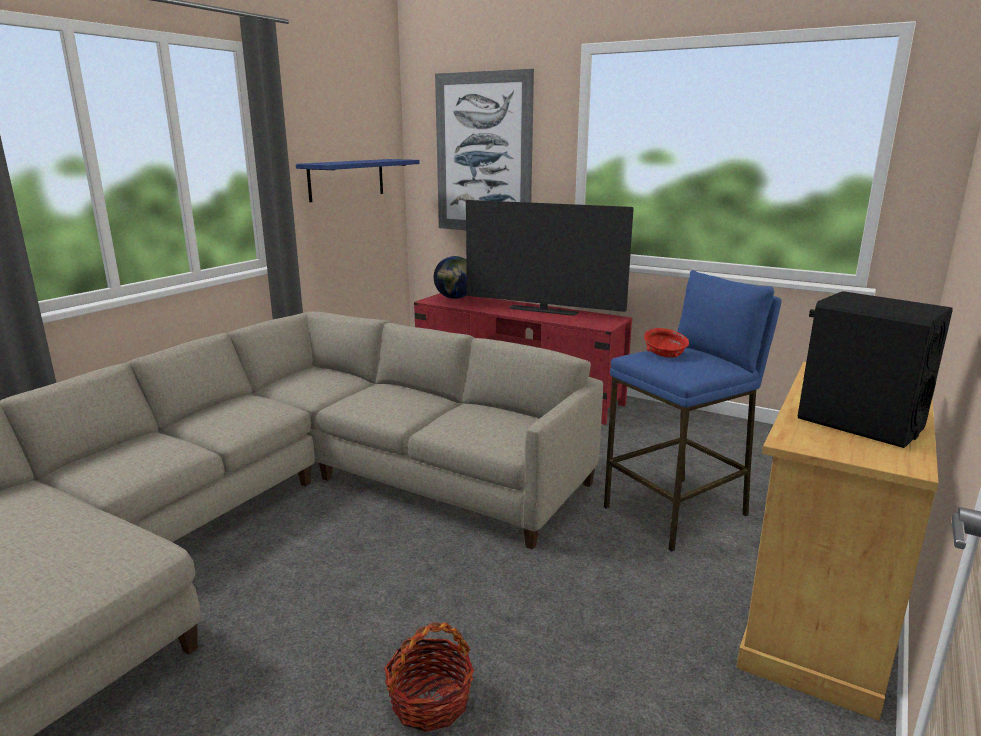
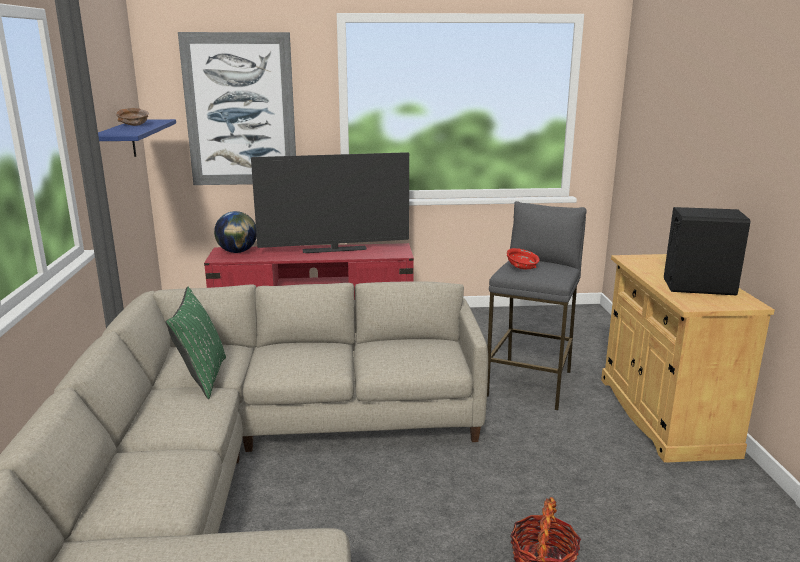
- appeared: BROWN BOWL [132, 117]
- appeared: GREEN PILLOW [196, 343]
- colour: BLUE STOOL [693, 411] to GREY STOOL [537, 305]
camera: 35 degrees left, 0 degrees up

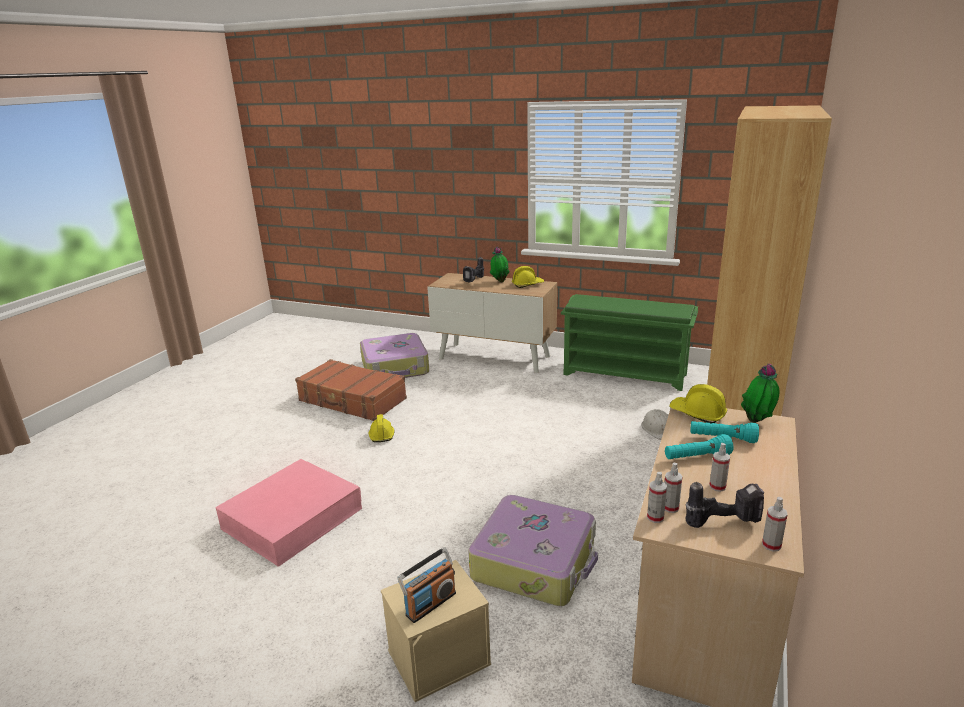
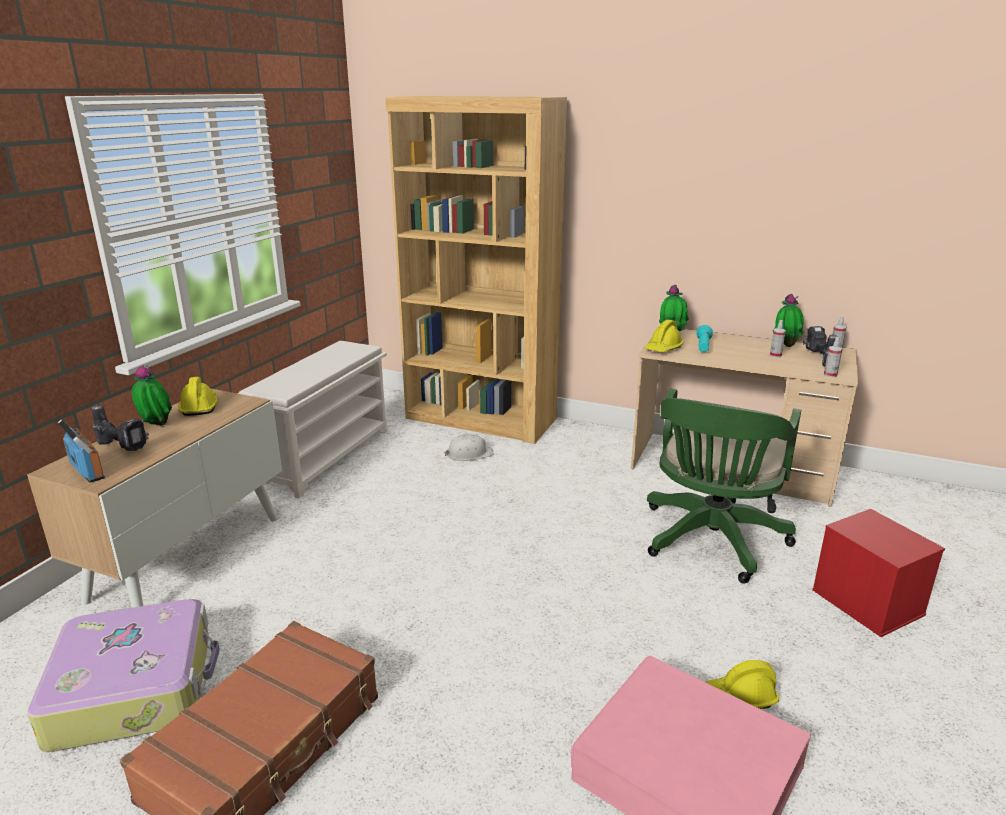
- relocated: RADIO [426, 585] to [81, 451]
- colour: GREEN SHOE RACK [629, 342] to WHITE SHOE RACK [312, 420]
- exchanged: SUITCASE [533, 550] to GREEN OFFICE CHAIR [724, 486]
- relocated: YELLOW HARD HAT [382, 428] to [742, 684]
- appeared: POTTED PLANT [788, 320]
- colour: BEIGE STORAGE BOX [436, 631] to RED STORAGE BOX [878, 573]
- missing: TURQUOISE FLASHLIGHT [699, 446]
- missing: SPRAY BOTTLE [674, 488]
camera: 90 degrees left, 0 degrees up

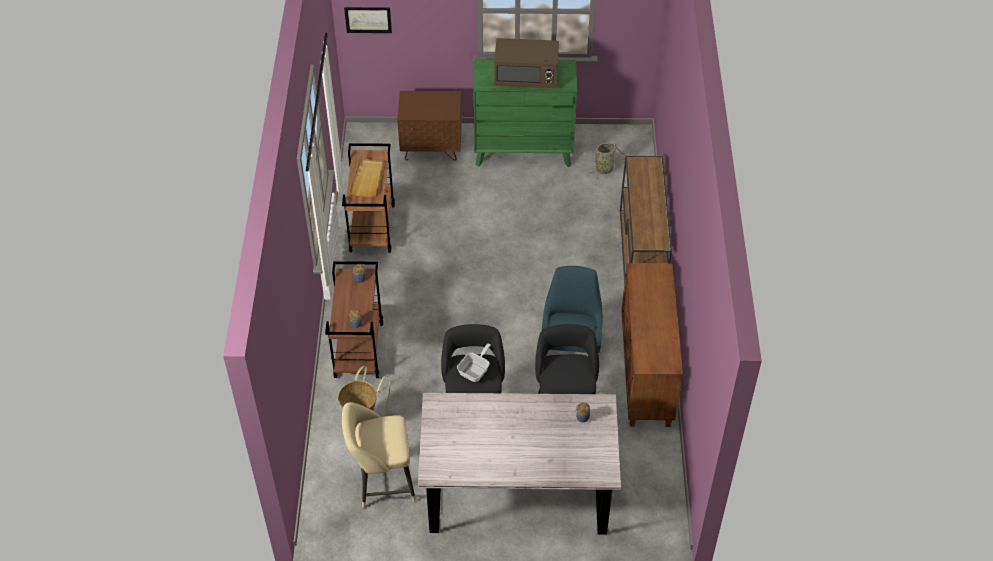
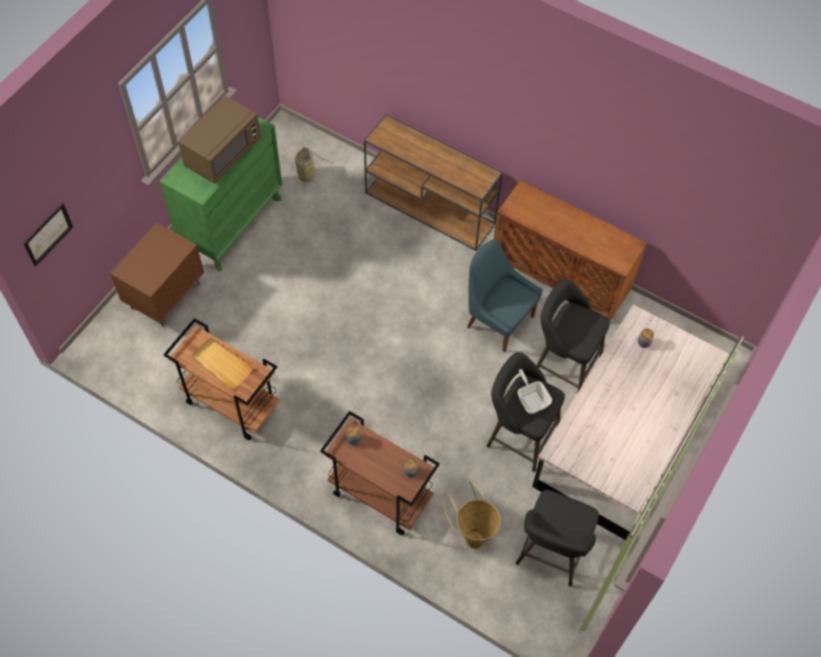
- colour: BEIGE STOOL [379, 455] to BLACK STOOL [557, 538]
camera: 60 degrees left, 10 degrees up

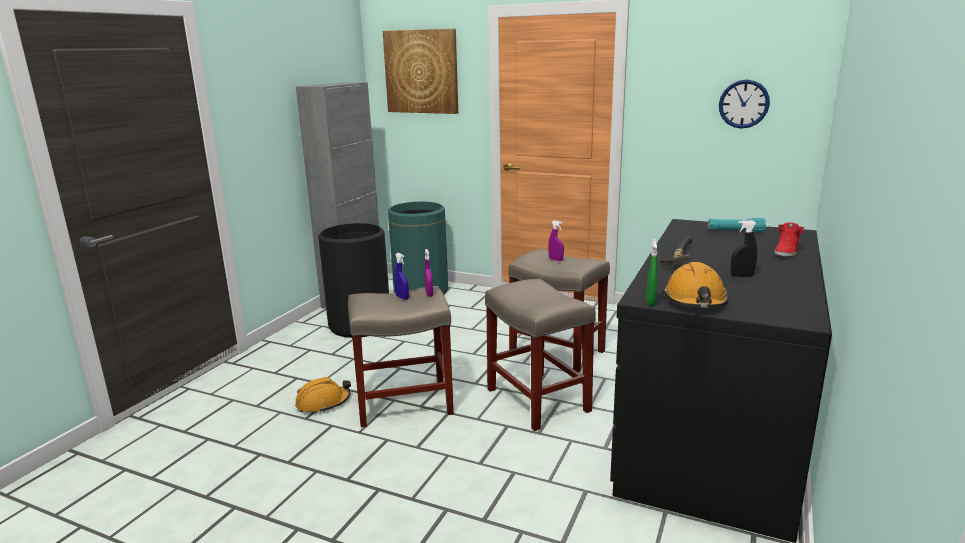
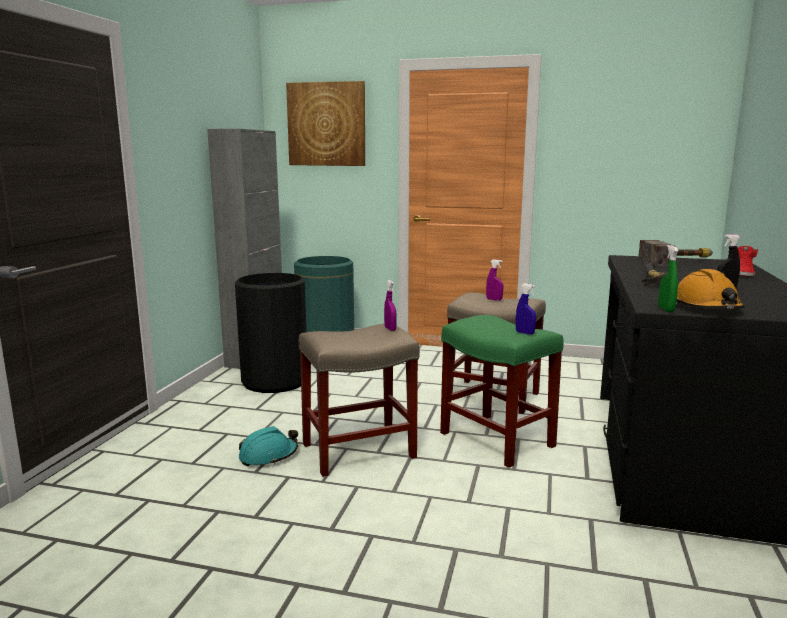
- colour: ORANGE HARD HAT [323, 394] to TURQUOISE HARD HAT [268, 446]
- colour: BEIGE STOOL [540, 355] to GREEN STOOL [502, 391]
- relocated: BLUE SPRAY BOTTLE [402, 276] to [525, 309]
- exchanged: TURQUOISE FLASHLIGHT [737, 225] to HAMMER [675, 253]
- missing: WALL CLOCK [744, 104]
camera: 10 degrees left, 5 degrees down

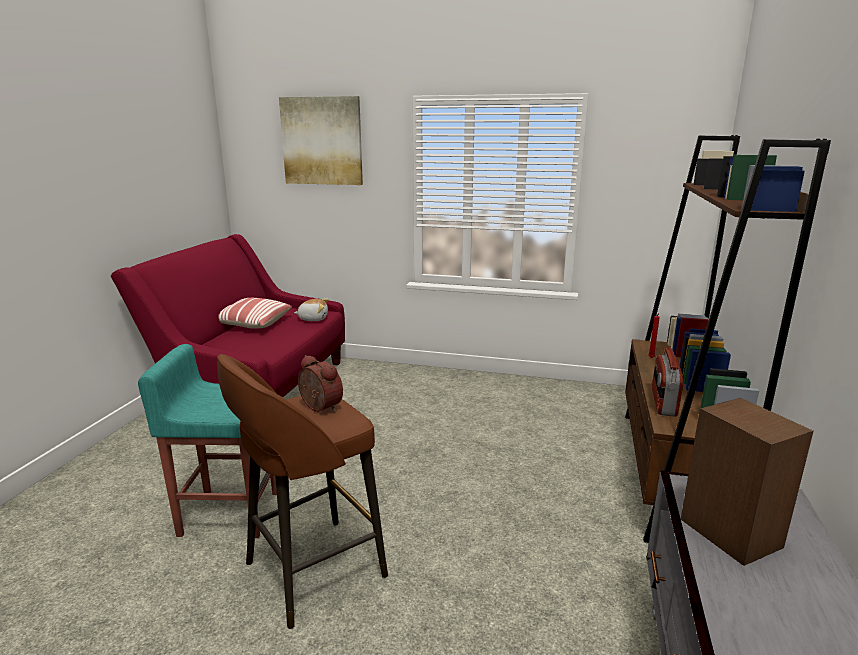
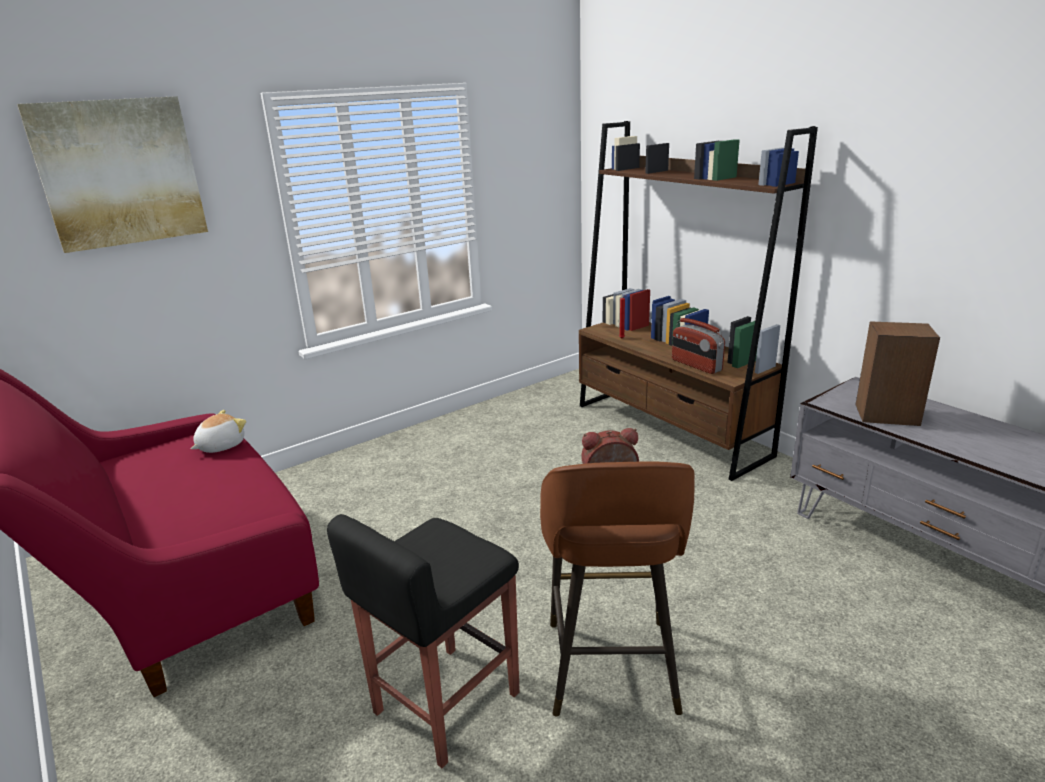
- colour: TURQUOISE STOOL [207, 441] to BLACK STOOL [423, 641]
- missing: PILLOW [255, 313]
camera: 50 degrees left, 5 degrees up

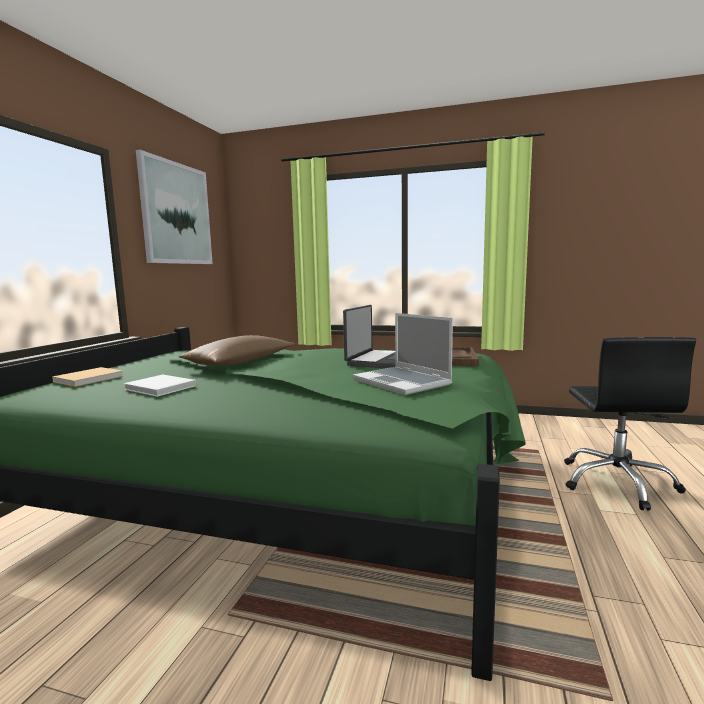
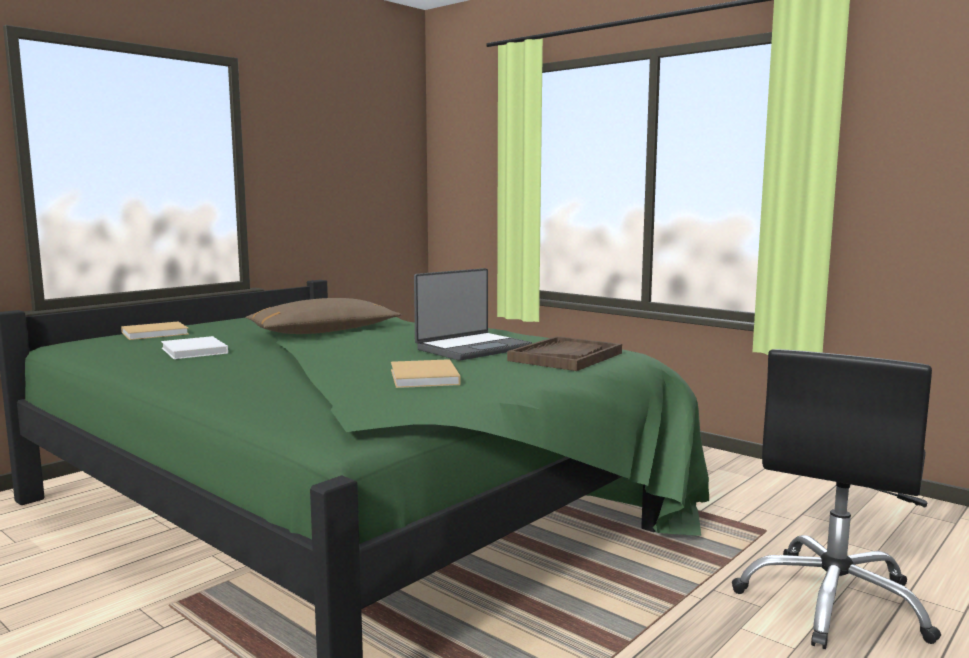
- exchanged: LAPTOP [403, 354] to BEIGE BOOK [425, 373]
- missing: PICTURE [174, 207]
camera: 25 degrees right, 0 degrees up

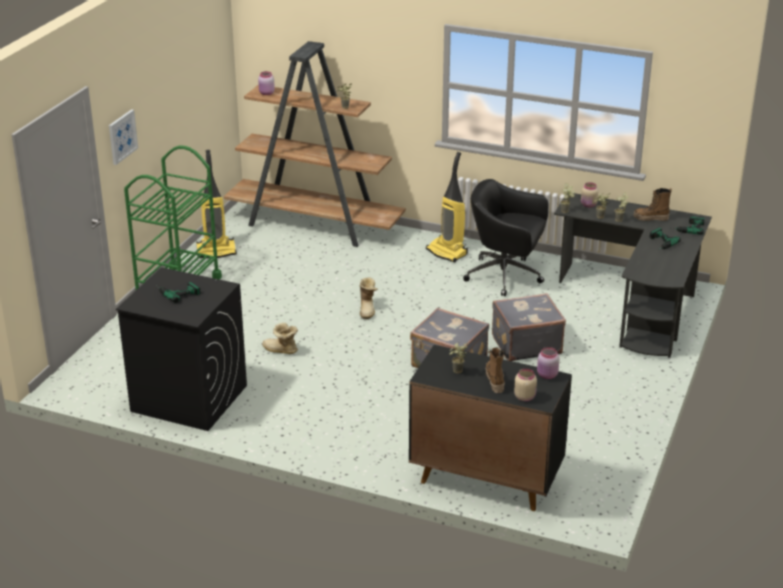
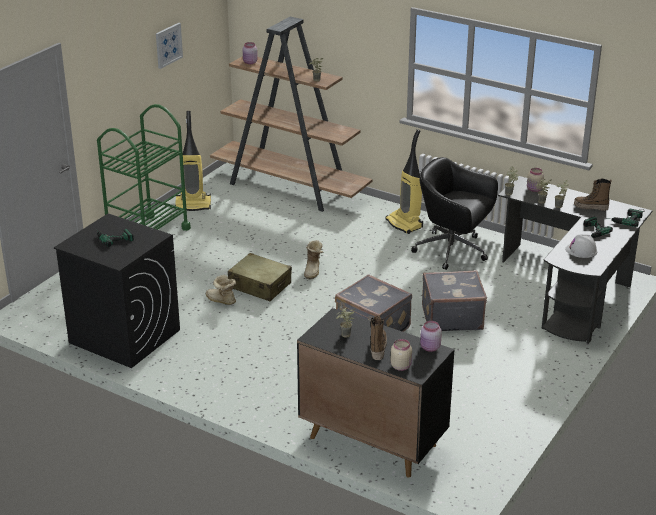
- relocated: PICTURE [123, 137] to [169, 46]
- appeared: BEIGE SUITCASE [260, 277]
- appeared: WHITE HARD HAT [581, 246]
camera: 10 degrees right, 0 degrees up

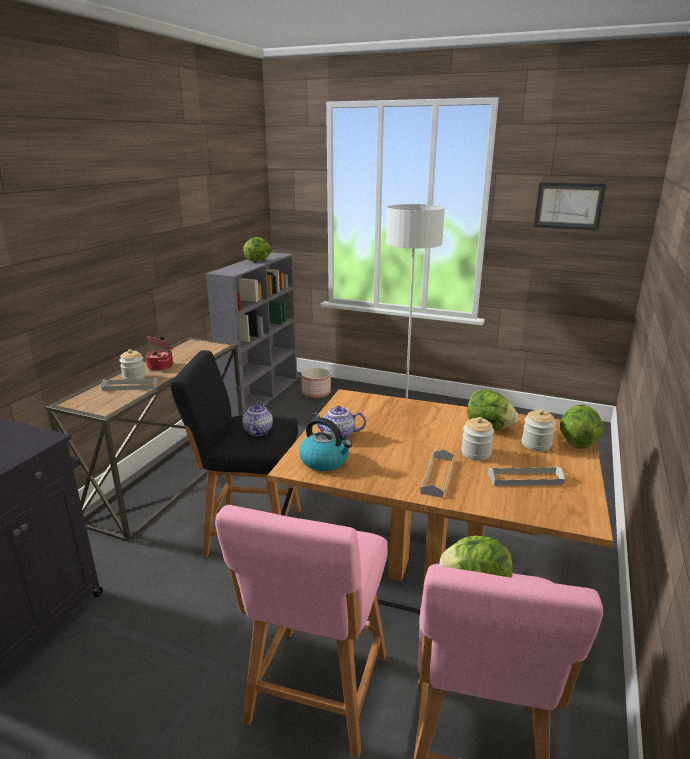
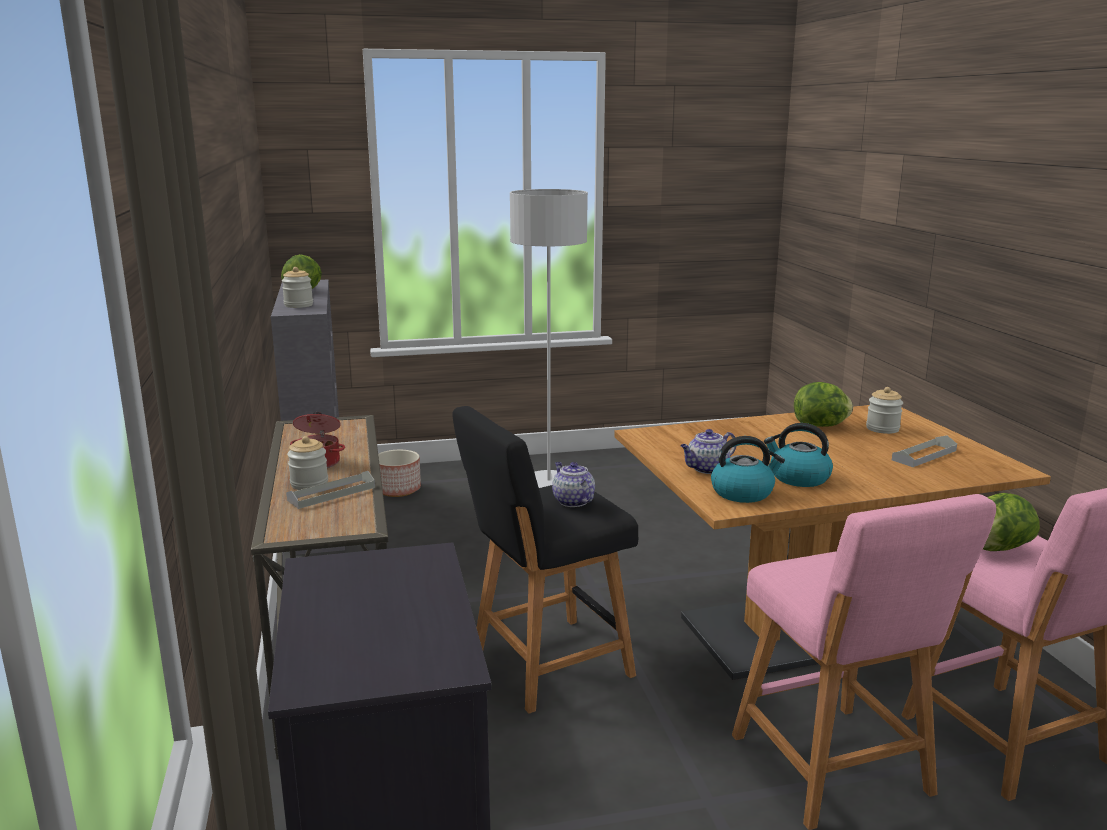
- relocated: JAR [477, 438] to [297, 287]
- appeared: KETTLE [798, 455]
- missing: GREY TRAY [437, 473]
- missing: PICTURE [570, 206]
- missing: LETTUCE [582, 427]
camera: 35 degrees left, 5 degrees down

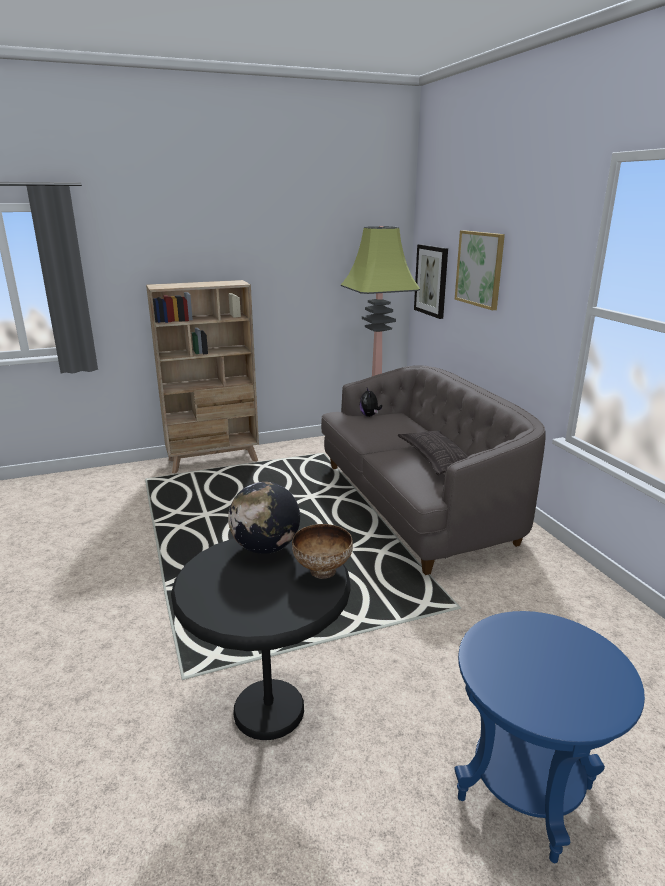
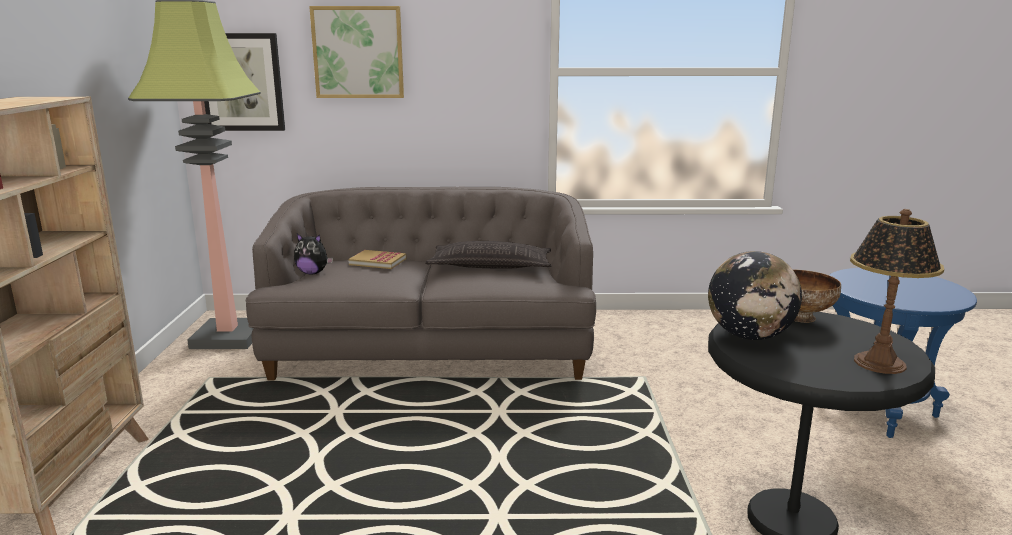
- appeared: BOOK [377, 259]
- appeared: TABLE LAMP [897, 291]
camera: 70 degrees left, 5 degrees down

